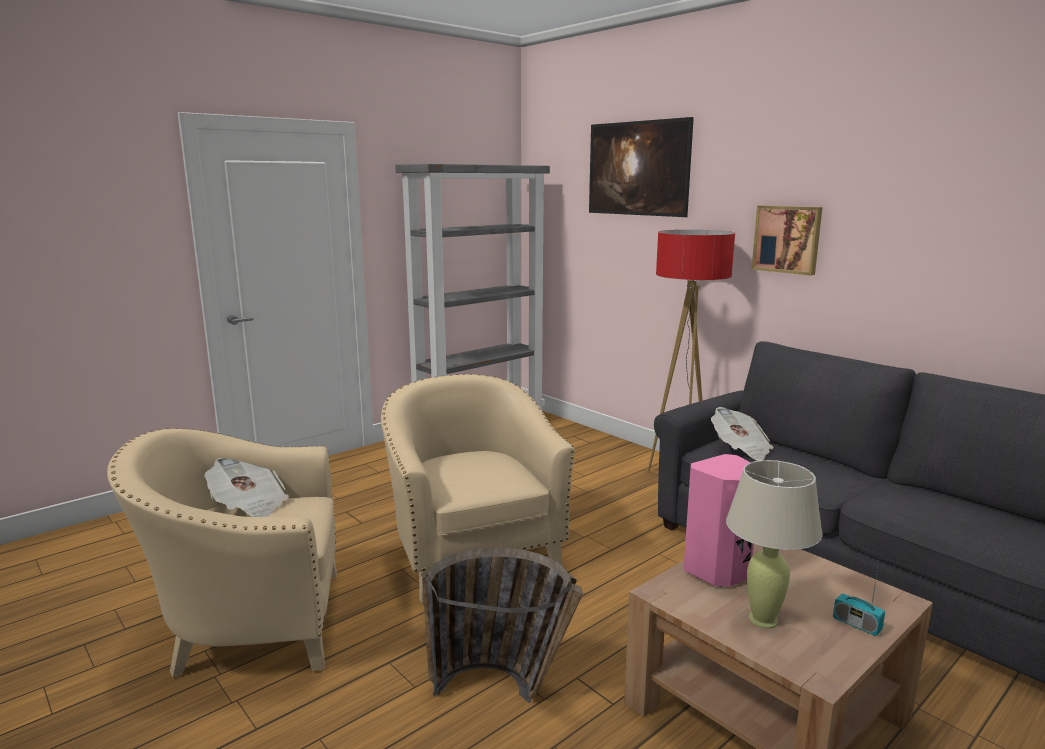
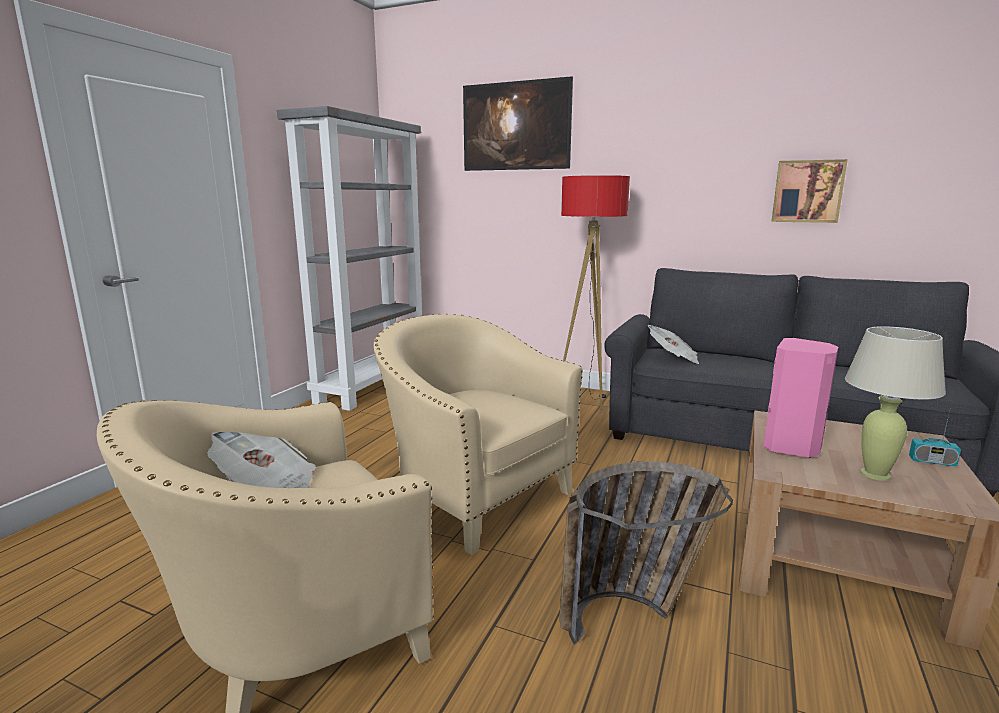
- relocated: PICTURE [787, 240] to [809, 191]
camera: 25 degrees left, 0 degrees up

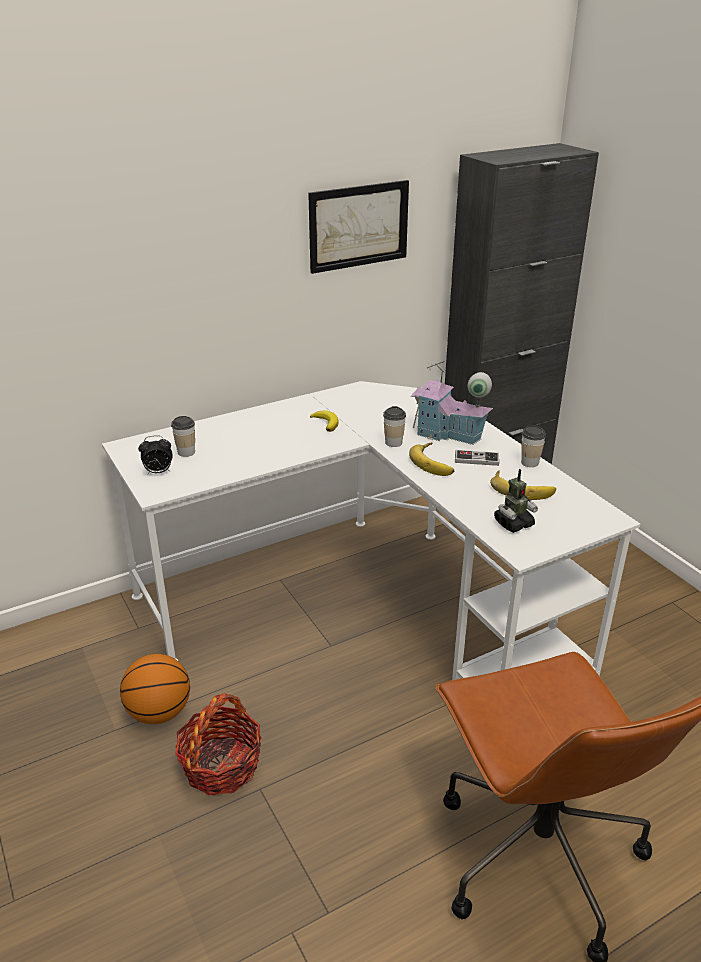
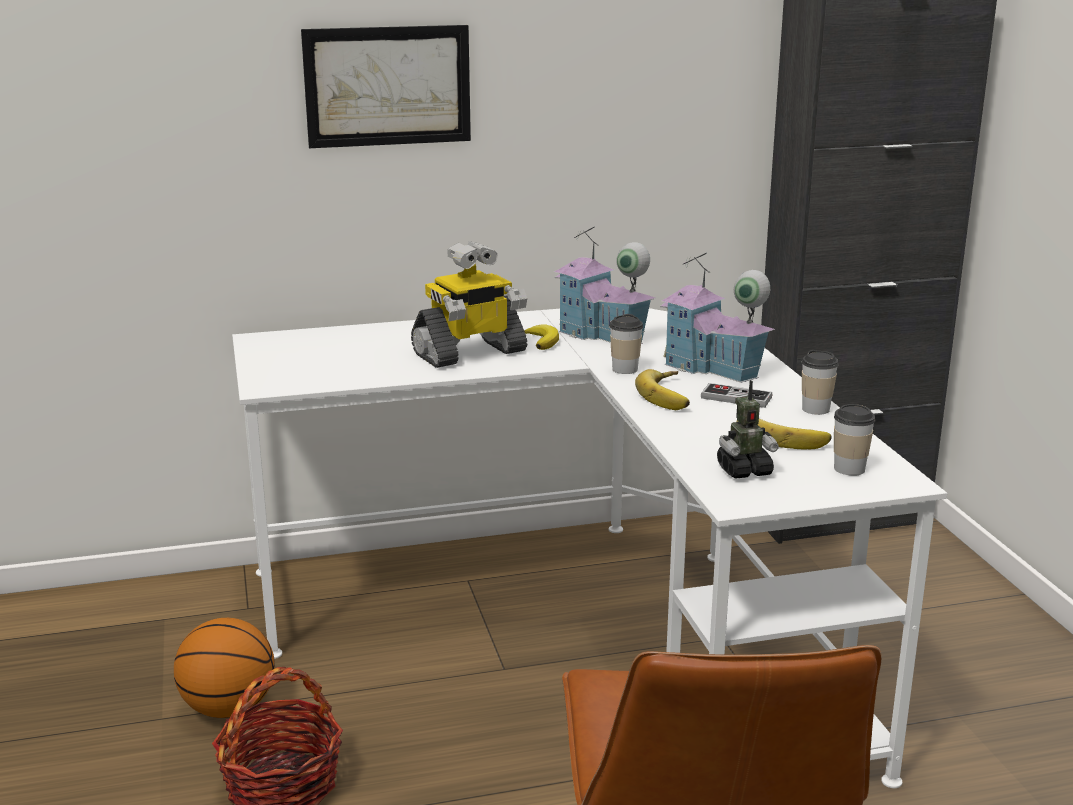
- relocated: PICTURE [358, 227] to [386, 86]
- appeared: TOY ROBOT [469, 304]
- appeared: TOY HOUSE [605, 285]
- relocated: CUP [183, 436] to [854, 440]
- missing: ALARM CLOCK [155, 454]
camera: 15 degrees right, 10 degrees down

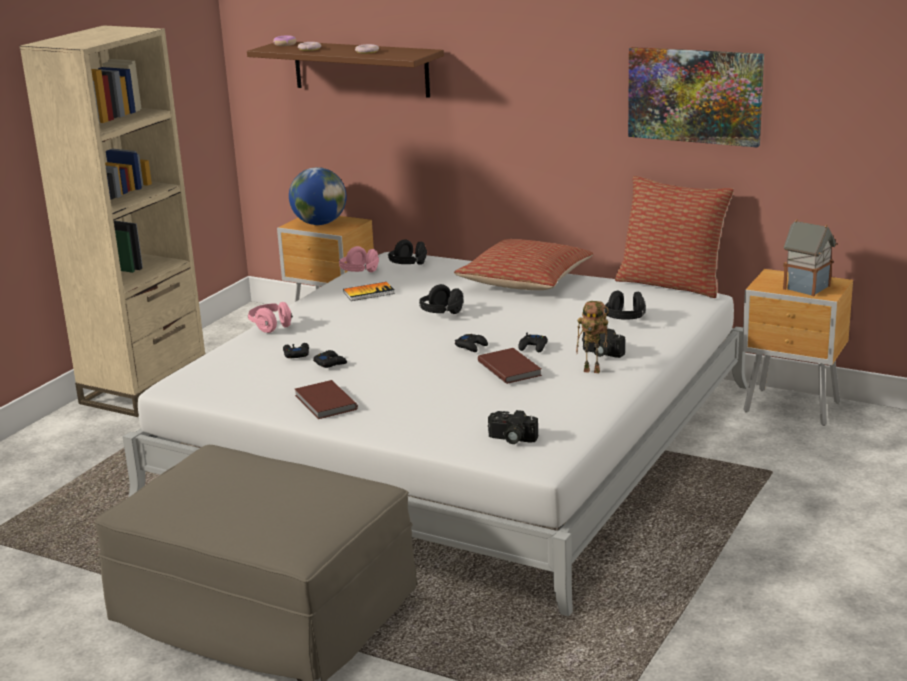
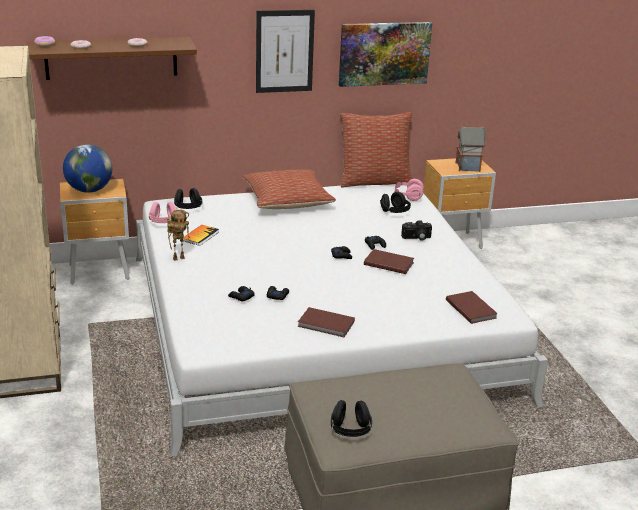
- relocated: TOY ROBOT [592, 337] to [178, 235]
- appeared: PICTURE [285, 51]
- relocated: BLACK HEADPHONES [441, 299] to [351, 418]
- relocated: PINK HEADPHONES [270, 317] to [408, 190]
- exchanged: PHOTO CAMERA [513, 427] to BROWN BOOK [472, 307]
camera: 45 degrees left, 5 degrees up

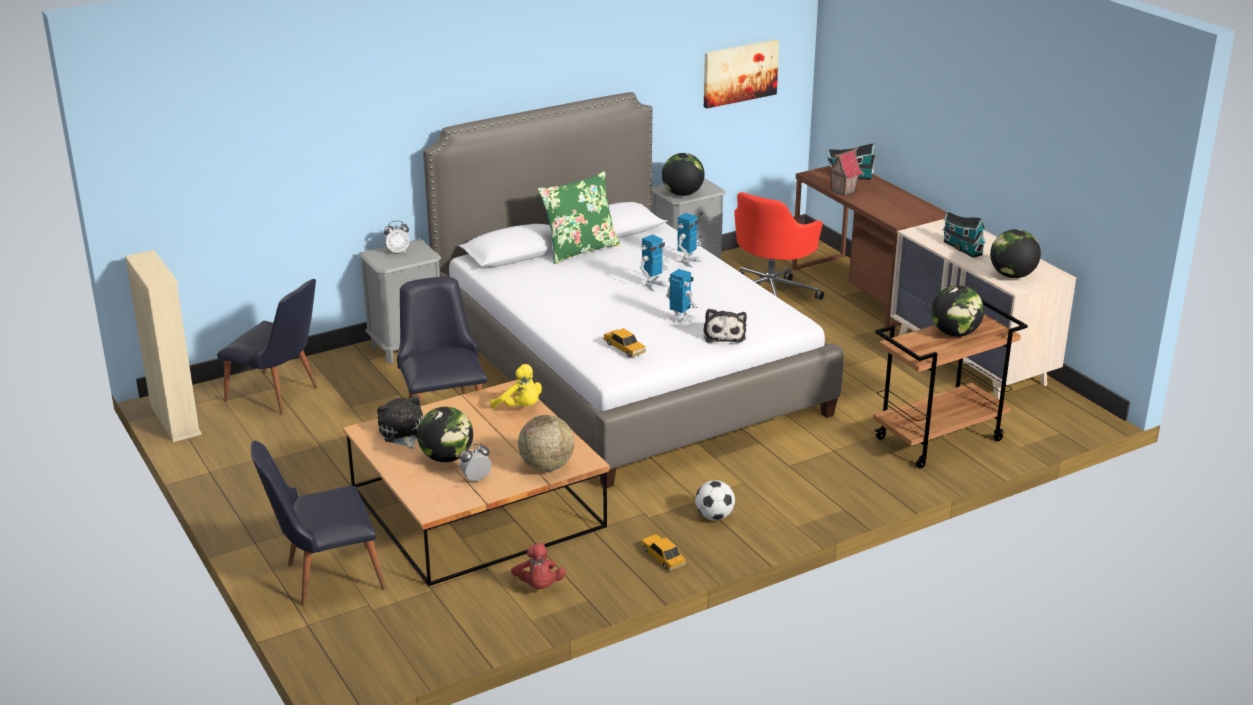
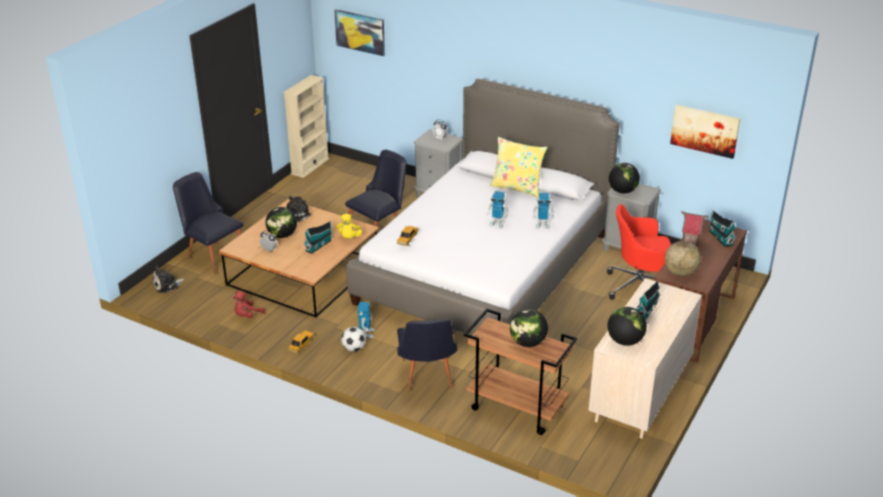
- relocated: PLUSH TOY [725, 326] to [169, 279]
- appeared: TOY HOUSE [318, 237]
- appeared: PICTURE [359, 32]
- relocated: TOY ROBOT [682, 296] to [366, 320]
- relocated: BLACK CHAIR [267, 347] to [427, 355]
- colour: GREEN PILLOW [579, 217] to YELLOW PILLOW [518, 167]
- relocated: GLOBE [546, 443] to [683, 258]
camera: 60 degrees right, 5 degrees up

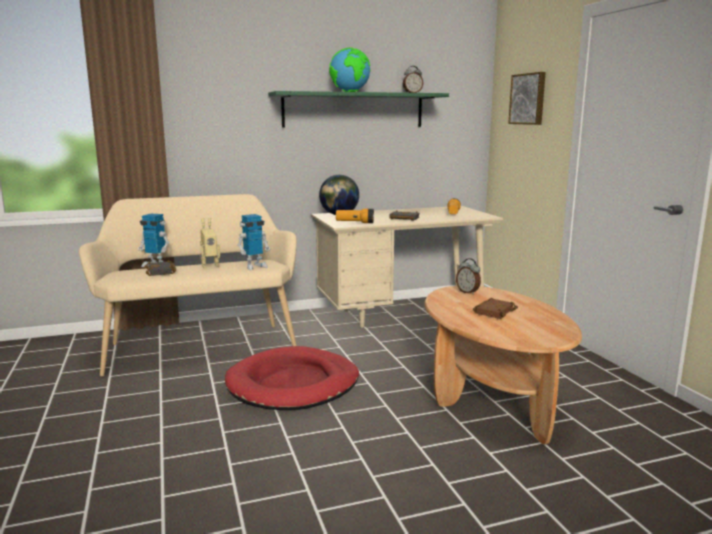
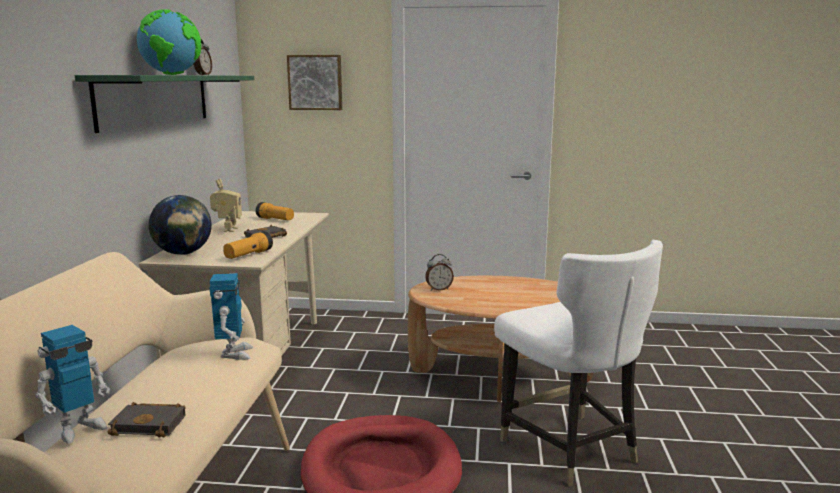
- relocated: TOY ROBOT [210, 243] to [226, 205]
- appeared: WHITE CHAIR [578, 363]
- missing: BROWN BOOK [495, 308]
camera: 65 degrees left, 0 degrees up

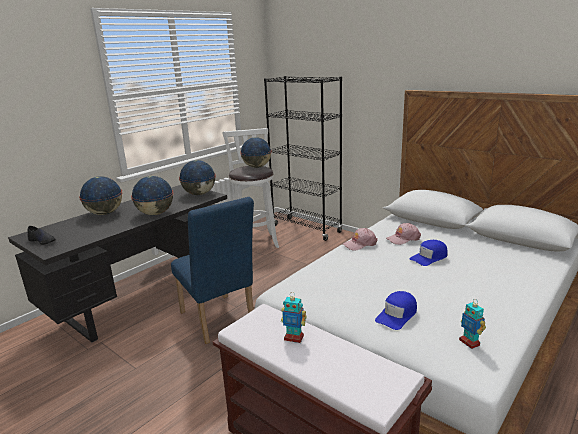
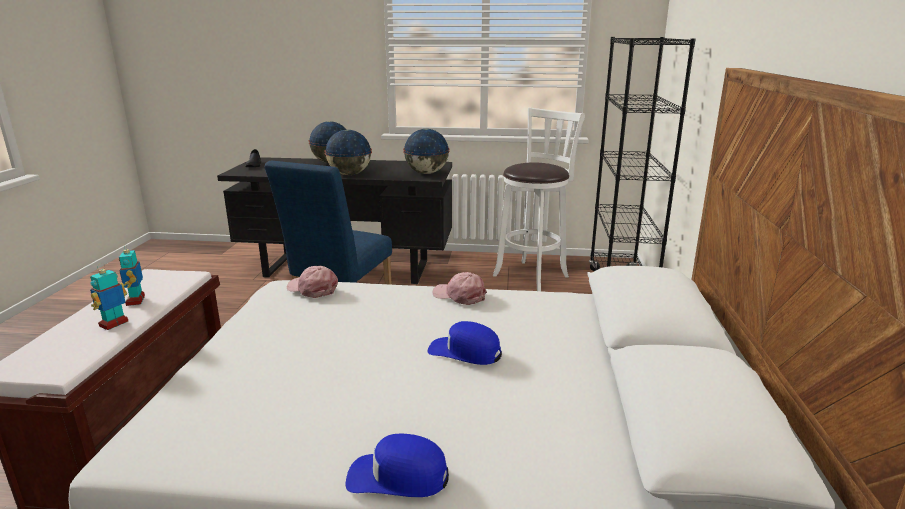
- relocated: TOY ROBOT [472, 324] to [109, 296]
- relocated: PINK CAP [403, 234] to [312, 282]
- relocated: BLUE CAP [396, 310] to [397, 465]
- missing: GLOBE [256, 152]
camera: 55 degrees right, 0 degrees up

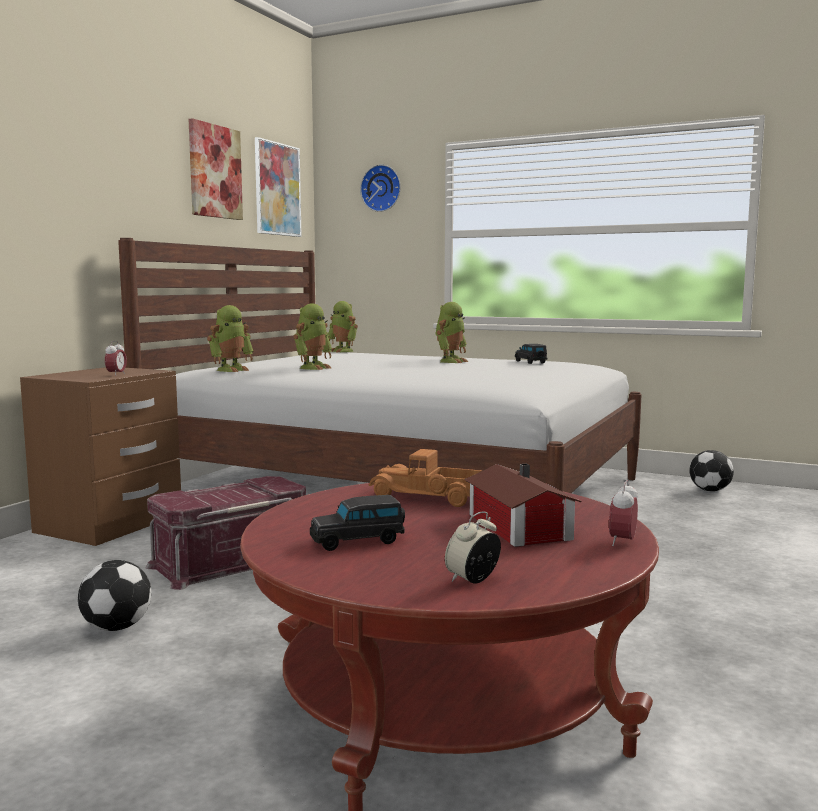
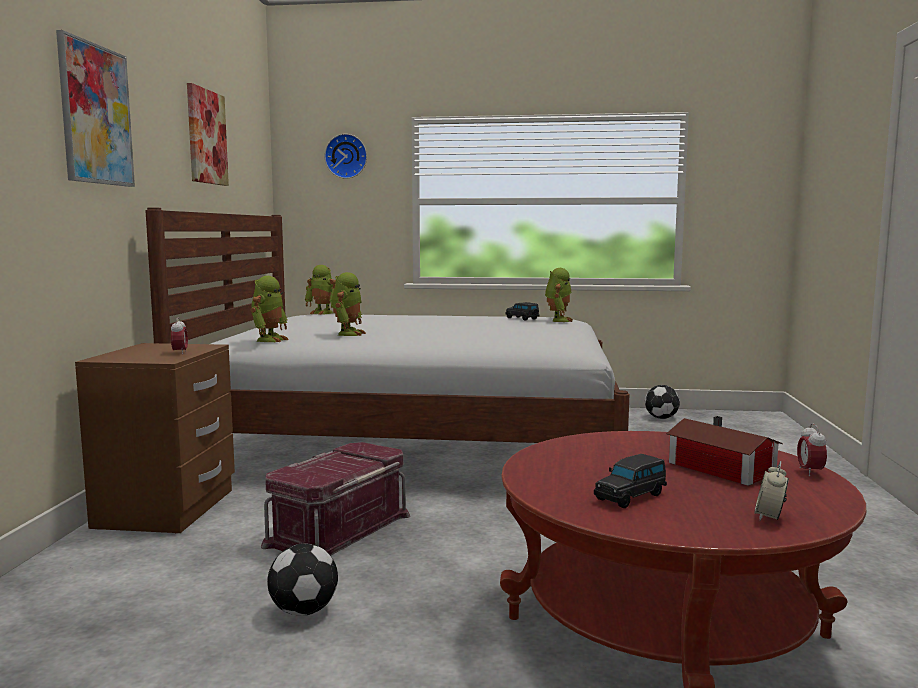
- relocated: PICTURE [278, 187] to [95, 108]
- relocated: TOY ROBOT [452, 332] to [559, 295]
- missing: TOY TRUCK [426, 478]
camera: 20 degrees left, 0 degrees up

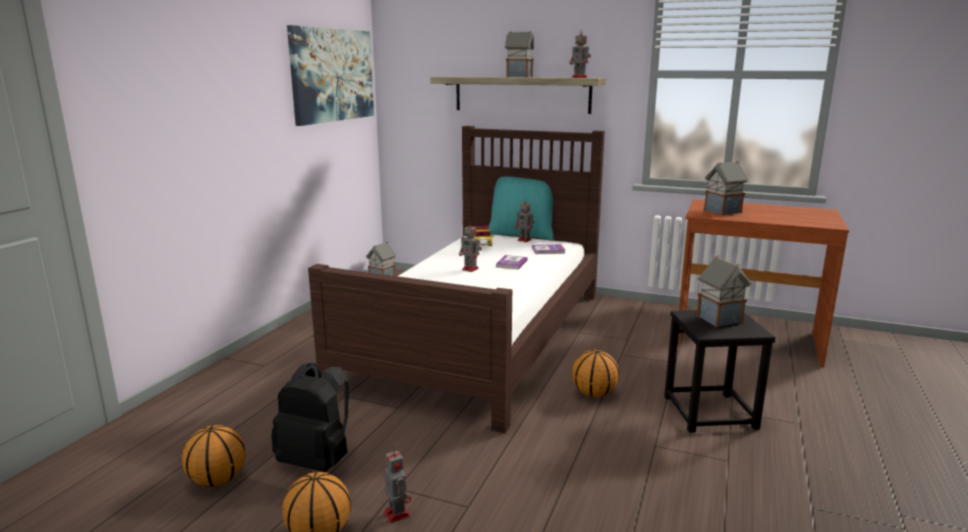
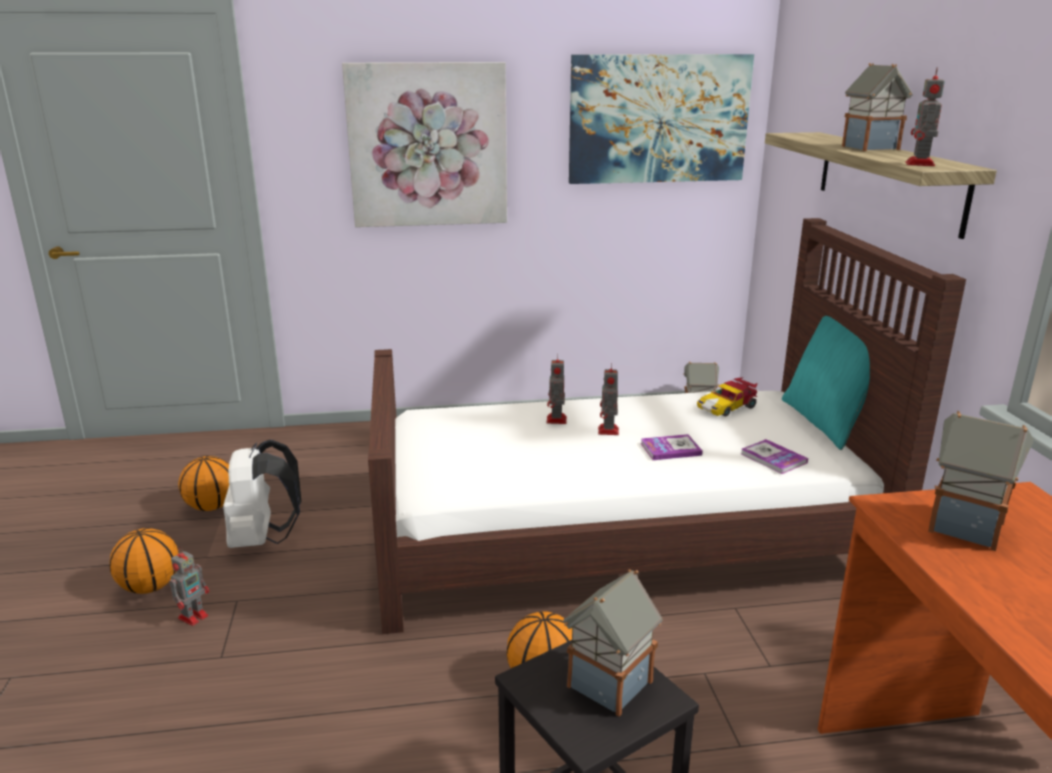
- colour: BLACK BACKPACK [310, 417] to WHITE BACKPACK [262, 494]
- appeared: PICTURE [424, 144]
- relocated: TOY ROBOT [525, 220] to [557, 389]
camera: 60 degrees right, 5 degrees up

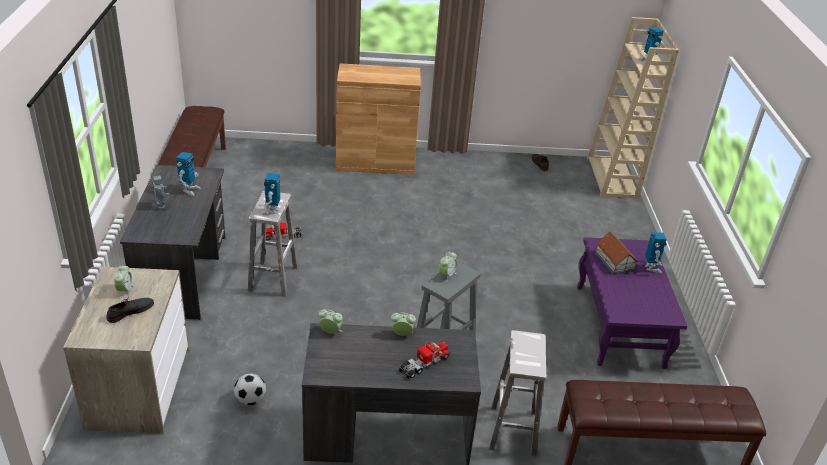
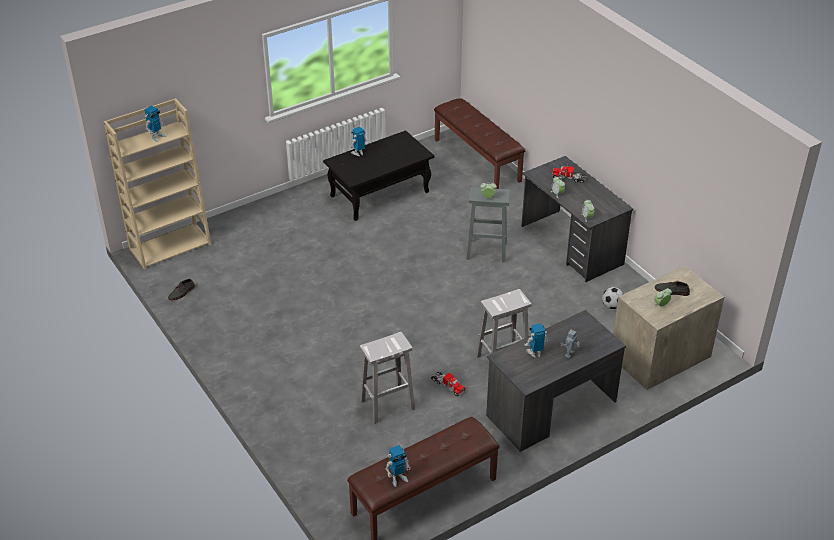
- colour: PURPLE COFFEE TABLE [632, 303] to BLACK COFFEE TABLE [378, 175]
- relocated: WHITE STOOL [517, 393] to [387, 378]
- relocated: TOY ROBOT [270, 194] to [398, 466]
- missing: BROWN CABINET [378, 119]
- missing: TOY HOUSE [616, 253]
camera: 120 degrees left, 5 degrees up

